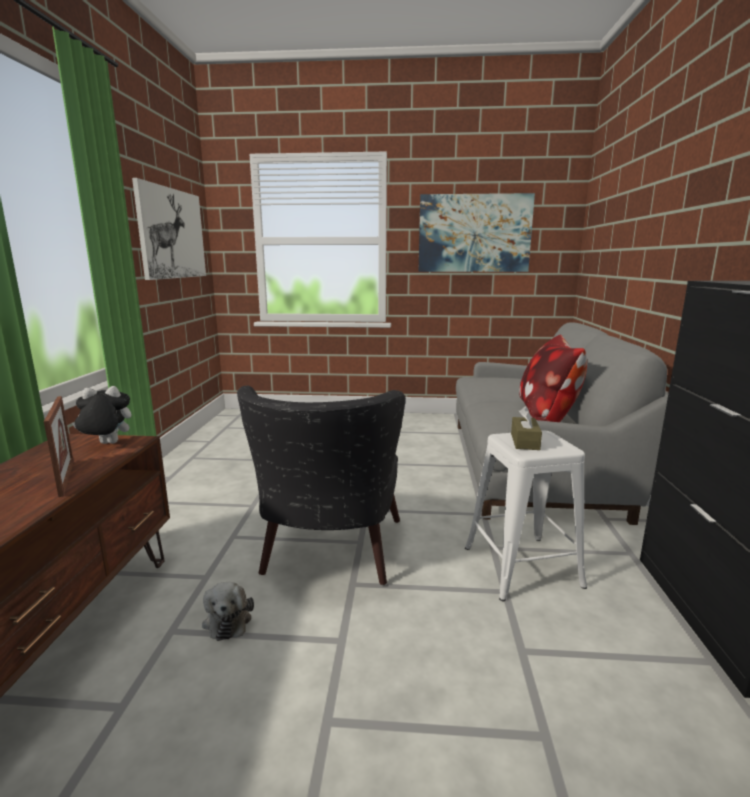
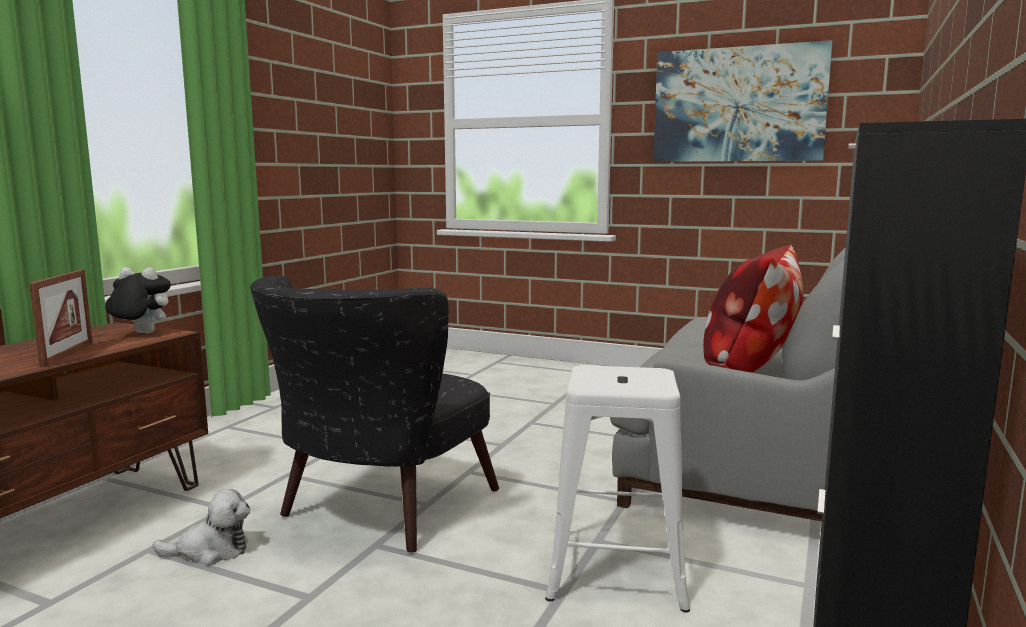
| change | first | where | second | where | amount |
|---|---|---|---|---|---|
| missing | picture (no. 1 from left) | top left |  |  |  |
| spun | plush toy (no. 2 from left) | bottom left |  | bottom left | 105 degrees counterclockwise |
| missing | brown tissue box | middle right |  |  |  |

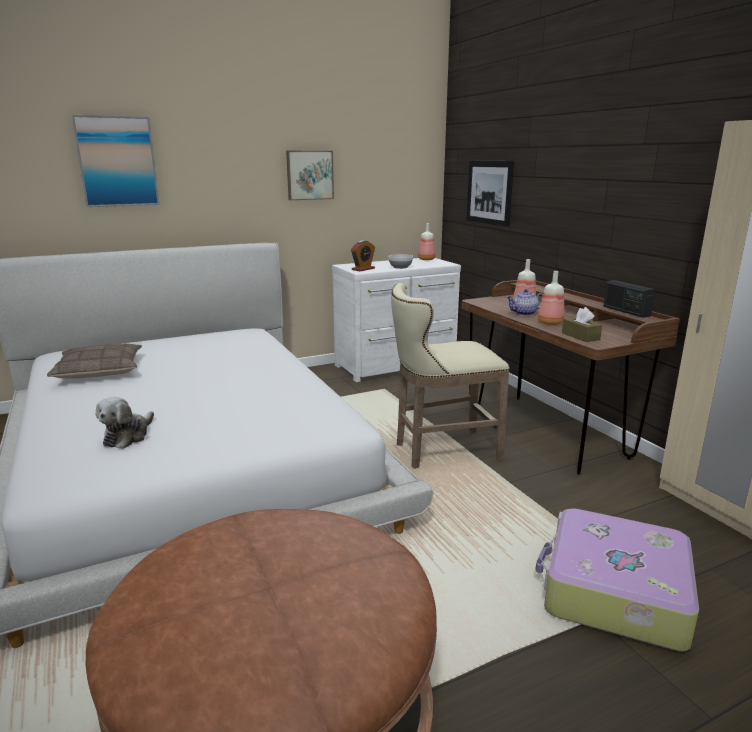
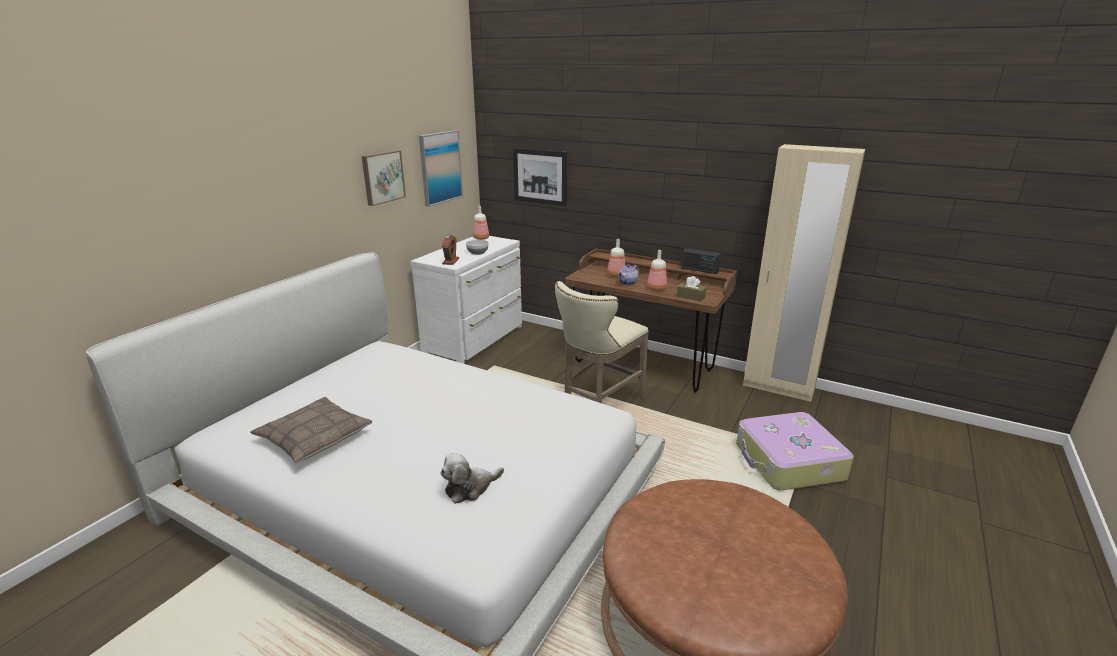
| change | first | where | second | where | amount |
|---|---|---|---|---|---|
| relocated | picture (no. 1 from left in the first image) | top left | picture (no. 2 from left) | top centre |  |
| spun | plush toy | middle left |  | bottom centre | 75 degrees clockwise |

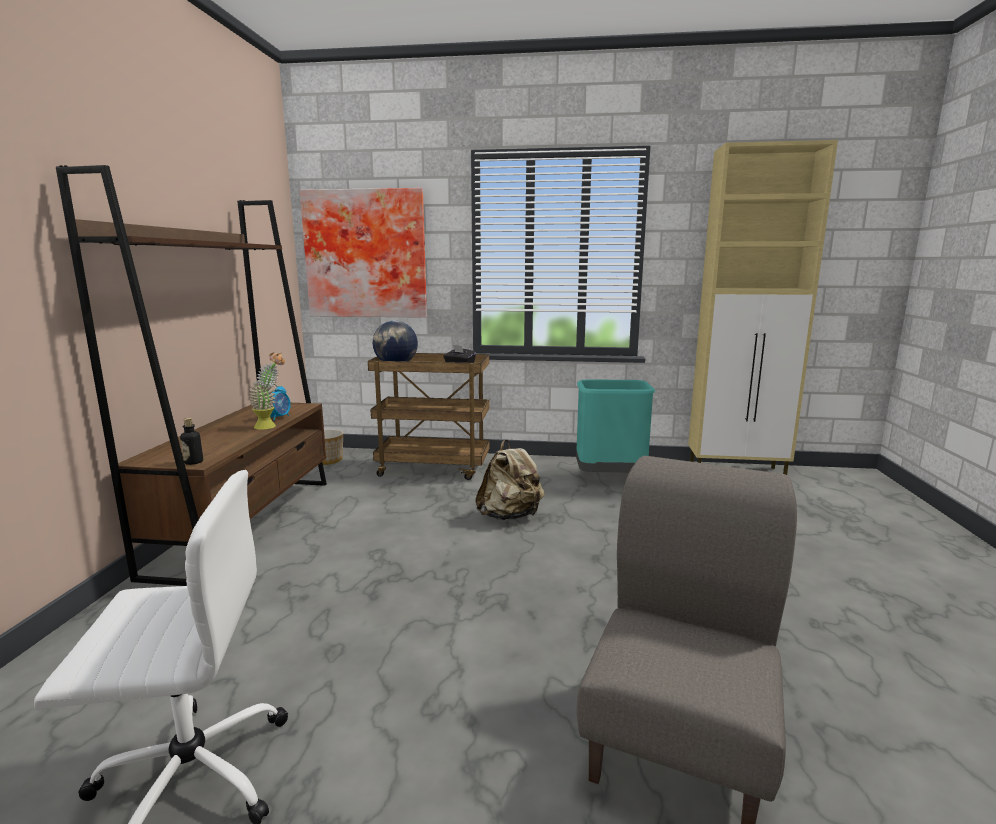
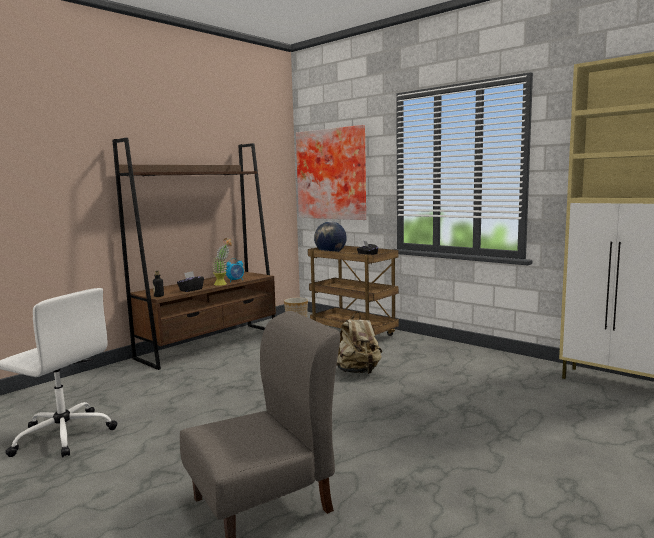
| change | first | where | second | where | amount |
|---|---|---|---|---|---|
| missing | turquoise trash can | centre |  |  |  |
| appeared |  |  | black tissue box (no. 1 from left) | middle left |  |

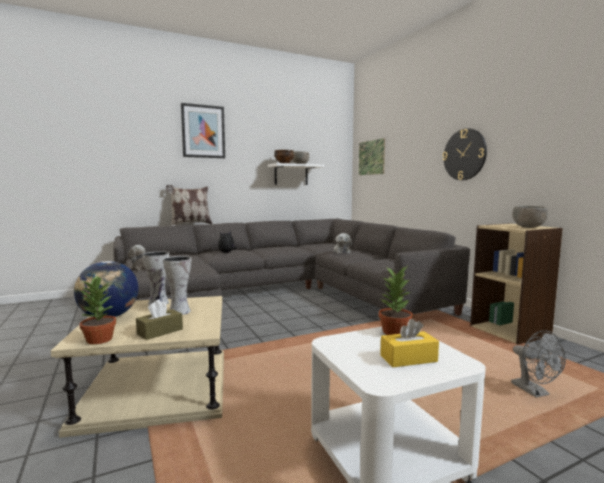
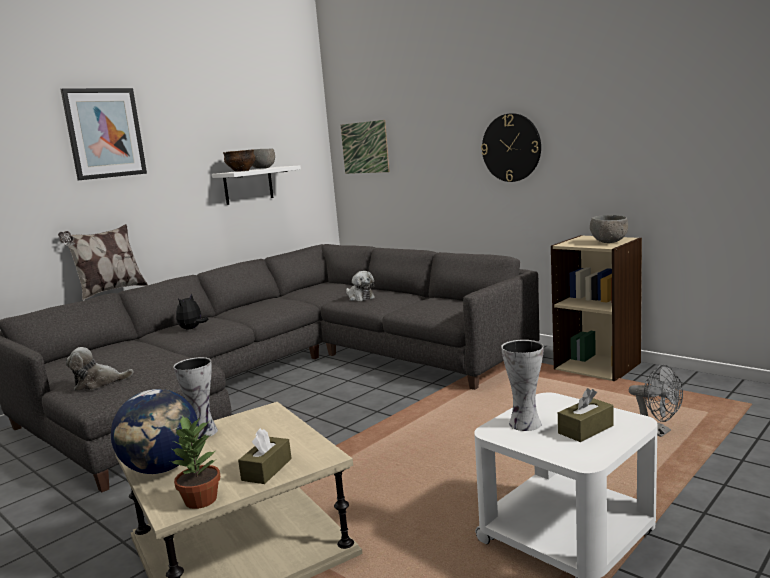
| change | first | where | second | where | amount |
|---|---|---|---|---|---|
| relocated | vase (no. 2 from left) | middle left |  | middle right |  |
| missing | potted plant (no. 2 from left) | centre |  |  |  |
| colour | yellow tissue box | bottom right | brown tissue box (no. 2 from left) | bottom right |  |

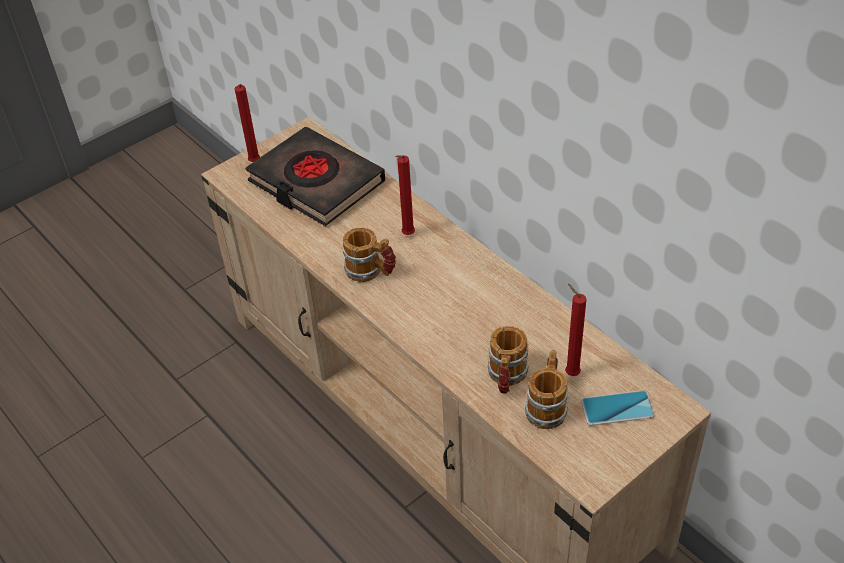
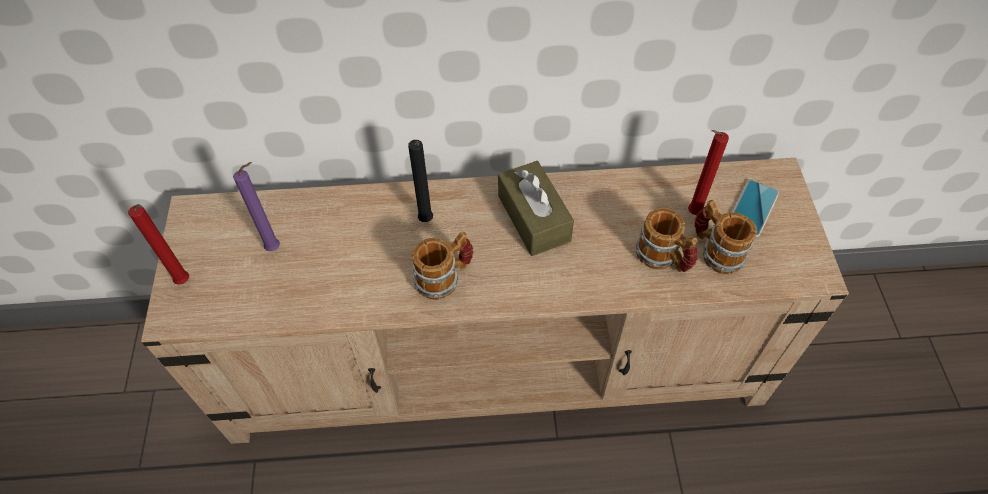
| change | first | where | second | where | amount |
|---|---|---|---|---|---|
| exchanged | black book | top centre | purple candle | middle left |  |
| colour | red candle (no. 2 from left) | centre | black candle | centre |  |
| appeared |  |  | brown tissue box | centre |  |

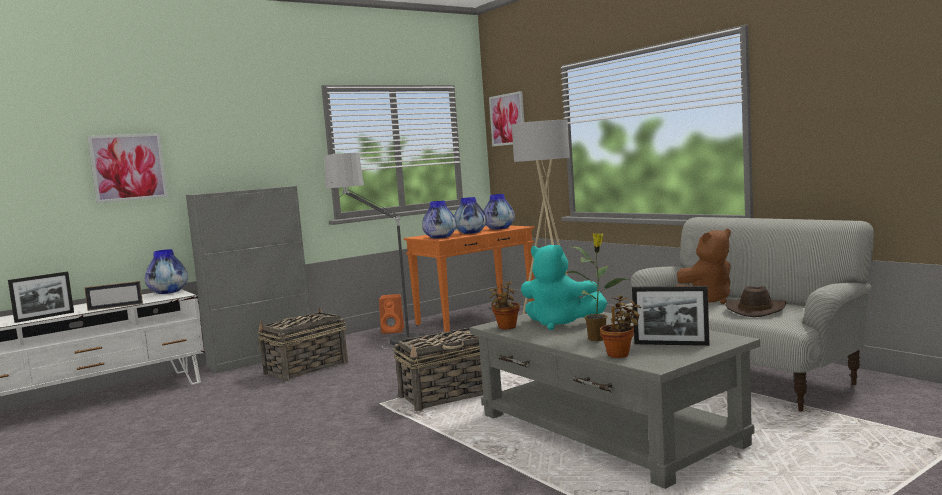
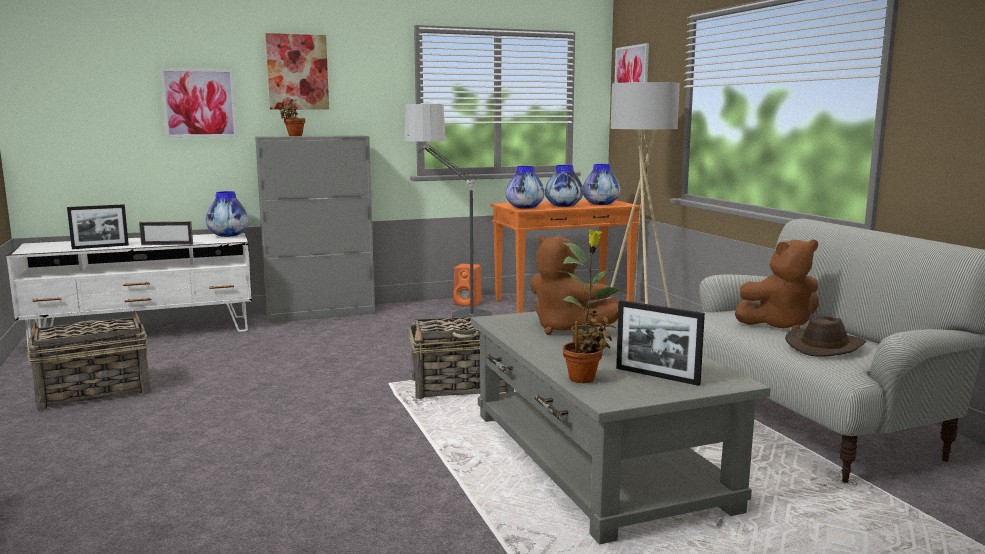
| change | first | where | second | where | amount |
|---|---|---|---|---|---|
| relocated | basket (no. 1 from left) | bottom left |  | middle left |  |
| relocated | potted plant (no. 1 from left) | centre |  | top left |  |
| colour | turquoise plush toy | centre | brown plush toy (no. 1 from left) | centre |  |
| appeared |  |  | picture (no. 2 from left) | top left |  |

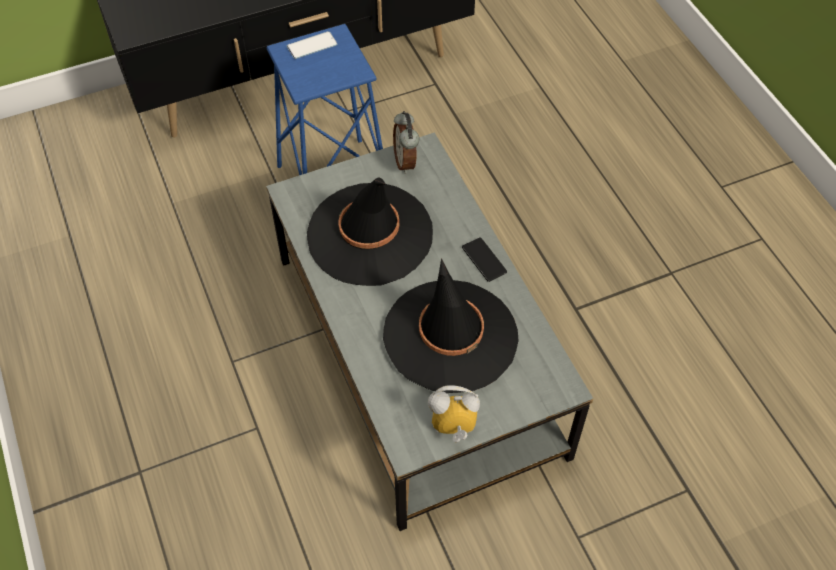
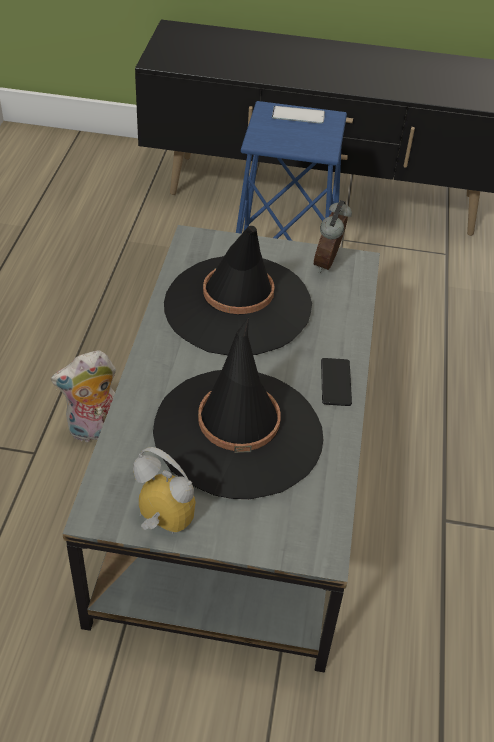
| change | first | where | second | where | amount |
|---|---|---|---|---|---|
| appeared |  |  | plush toy | middle left |  |

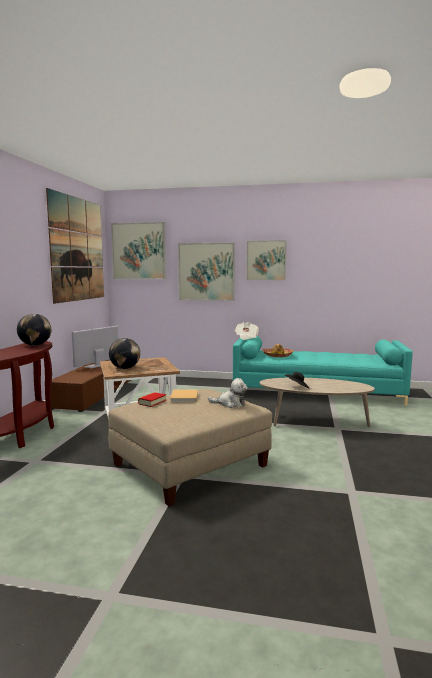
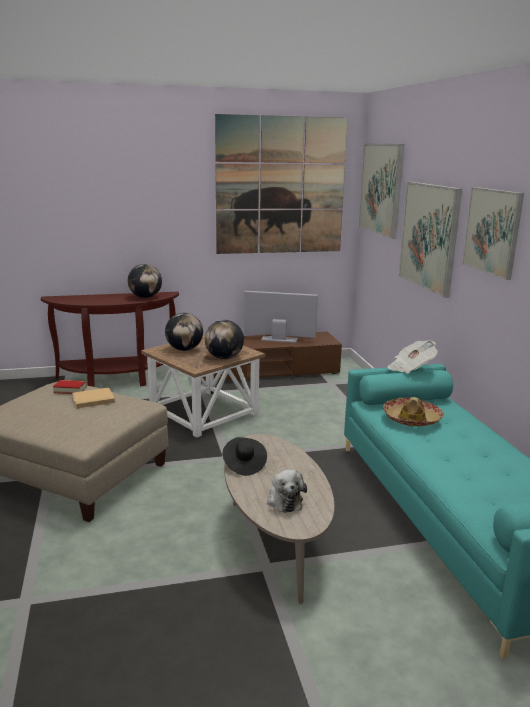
| change | first | where | second | where | amount |
|---|---|---|---|---|---|
| relocated | plush toy | centre |  | bottom centre |  |
| appeared |  |  | globe (no. 3 from left) | centre |  |

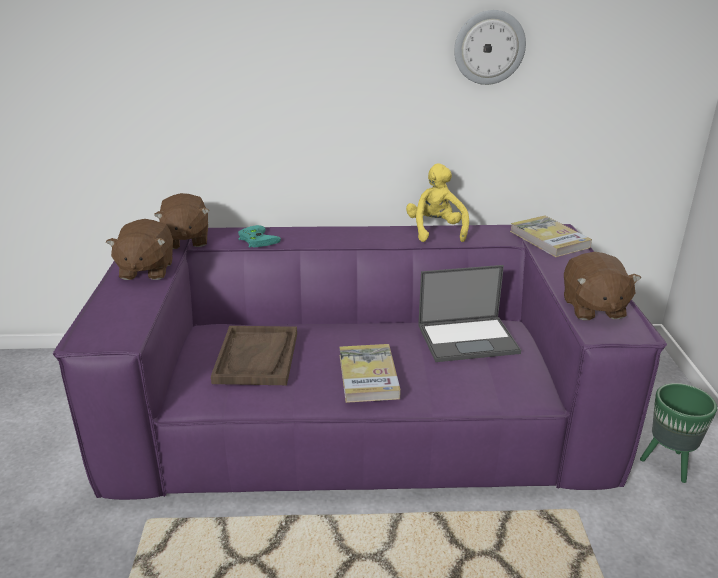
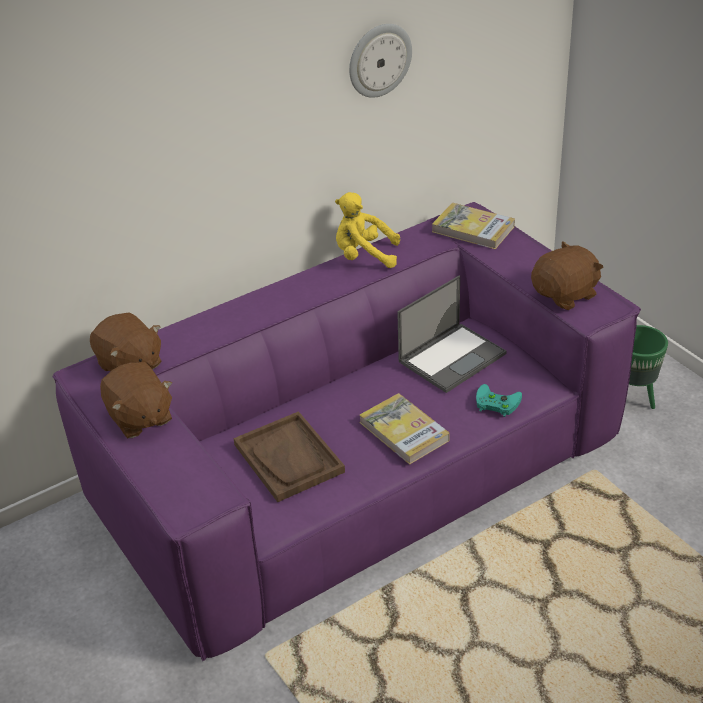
| change | first | where | second | where | amount |
|---|---|---|---|---|---|
| relocated | turquoise game controller | centre |  | middle right |  |
| spun | yellow plush toy | centre |  | top centre | 45 degrees counterclockwise |
| spun | brown plush toy (no. 3 from left) | middle right |  | middle right | 90 degrees counterclockwise |

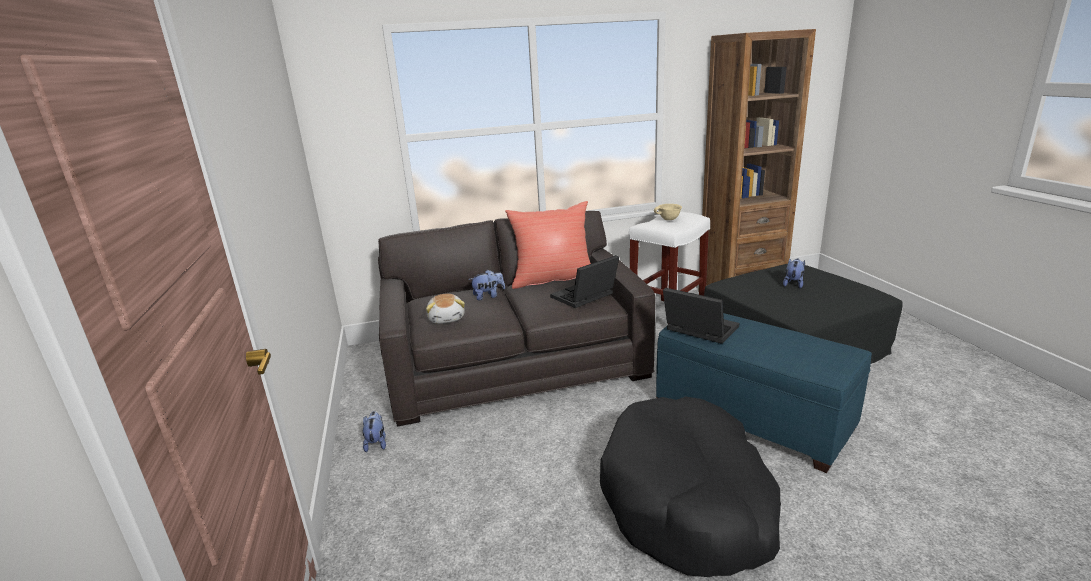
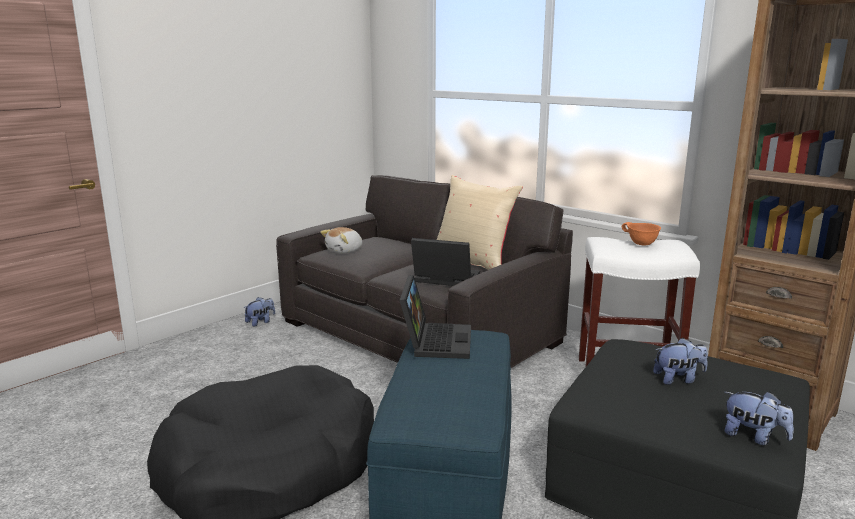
| change | first | where | second | where | amount |
|---|---|---|---|---|---|
| relocated | plush toy (no. 3 from left in the first image) | centre | plush toy (no. 4 from left) | bottom right |  |
| colour | red pillow | centre | beige pillow | centre |  |
| colour | beige bowl | centre | orange bowl | middle right |  |

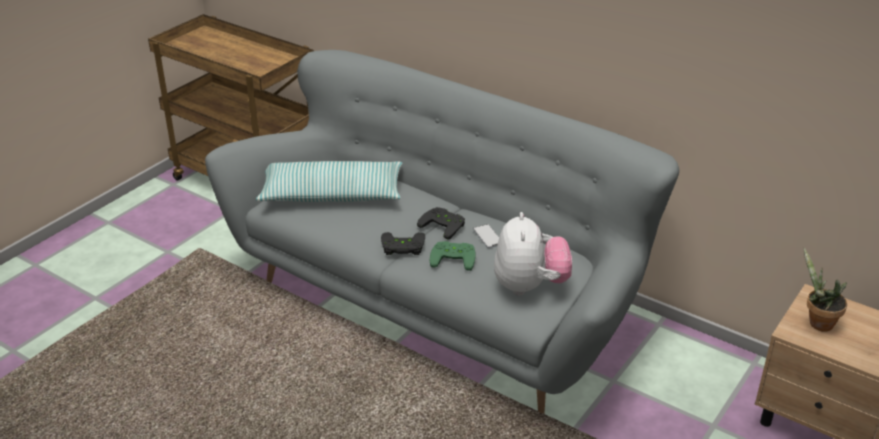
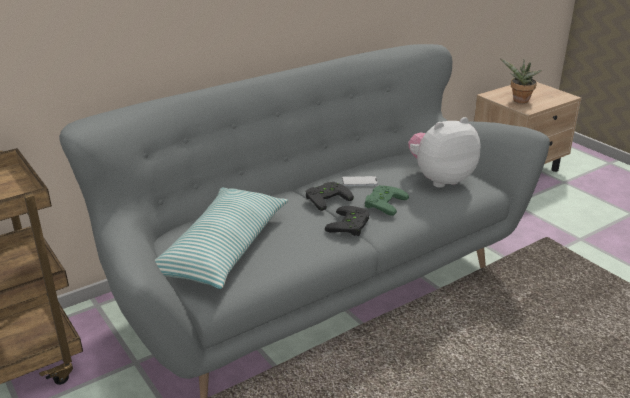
| change | first | where | second | where | amount |
|---|---|---|---|---|---|
| spun | plush toy | centre |  | middle right | 45 degrees counterclockwise |

